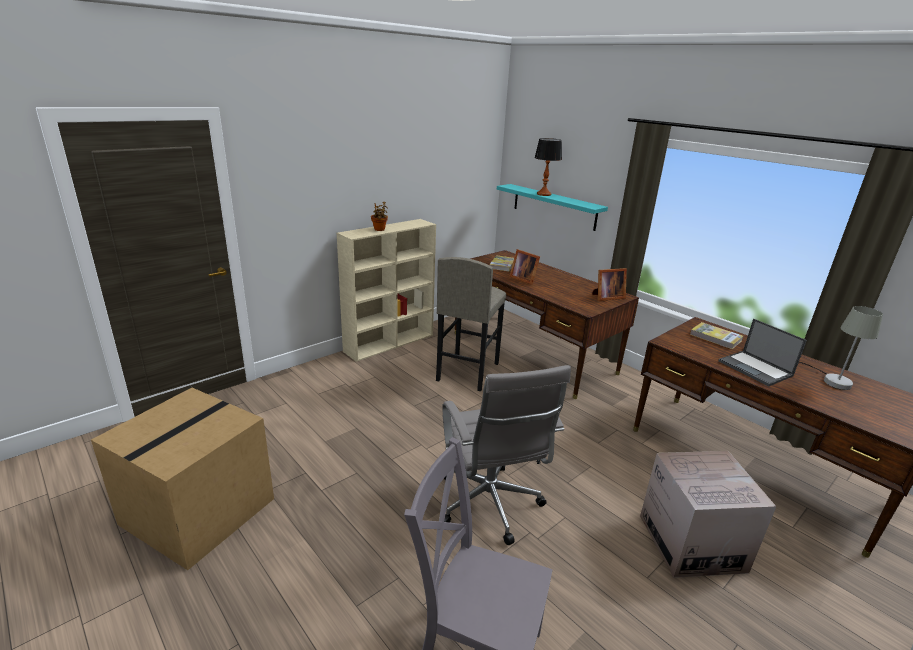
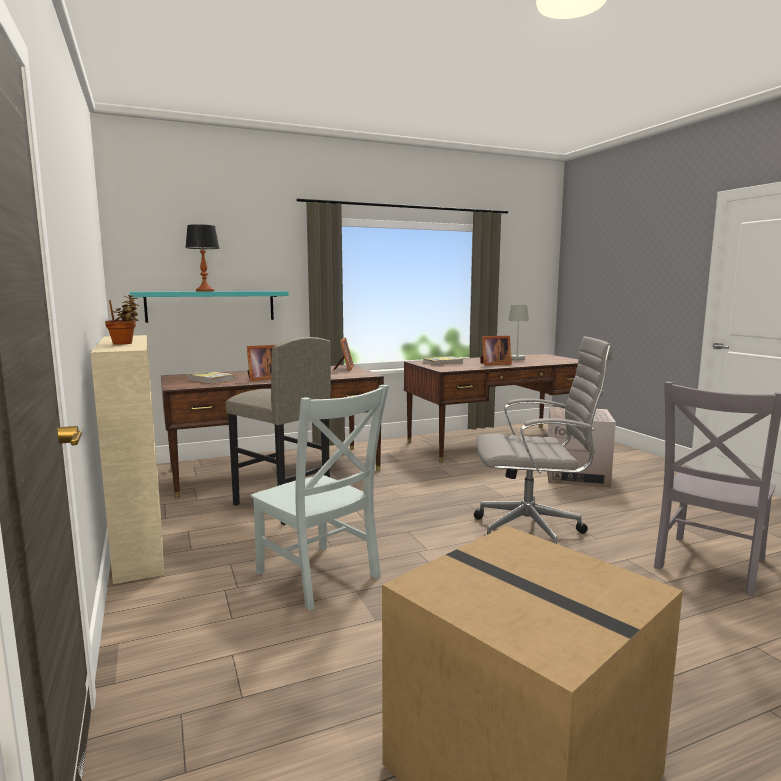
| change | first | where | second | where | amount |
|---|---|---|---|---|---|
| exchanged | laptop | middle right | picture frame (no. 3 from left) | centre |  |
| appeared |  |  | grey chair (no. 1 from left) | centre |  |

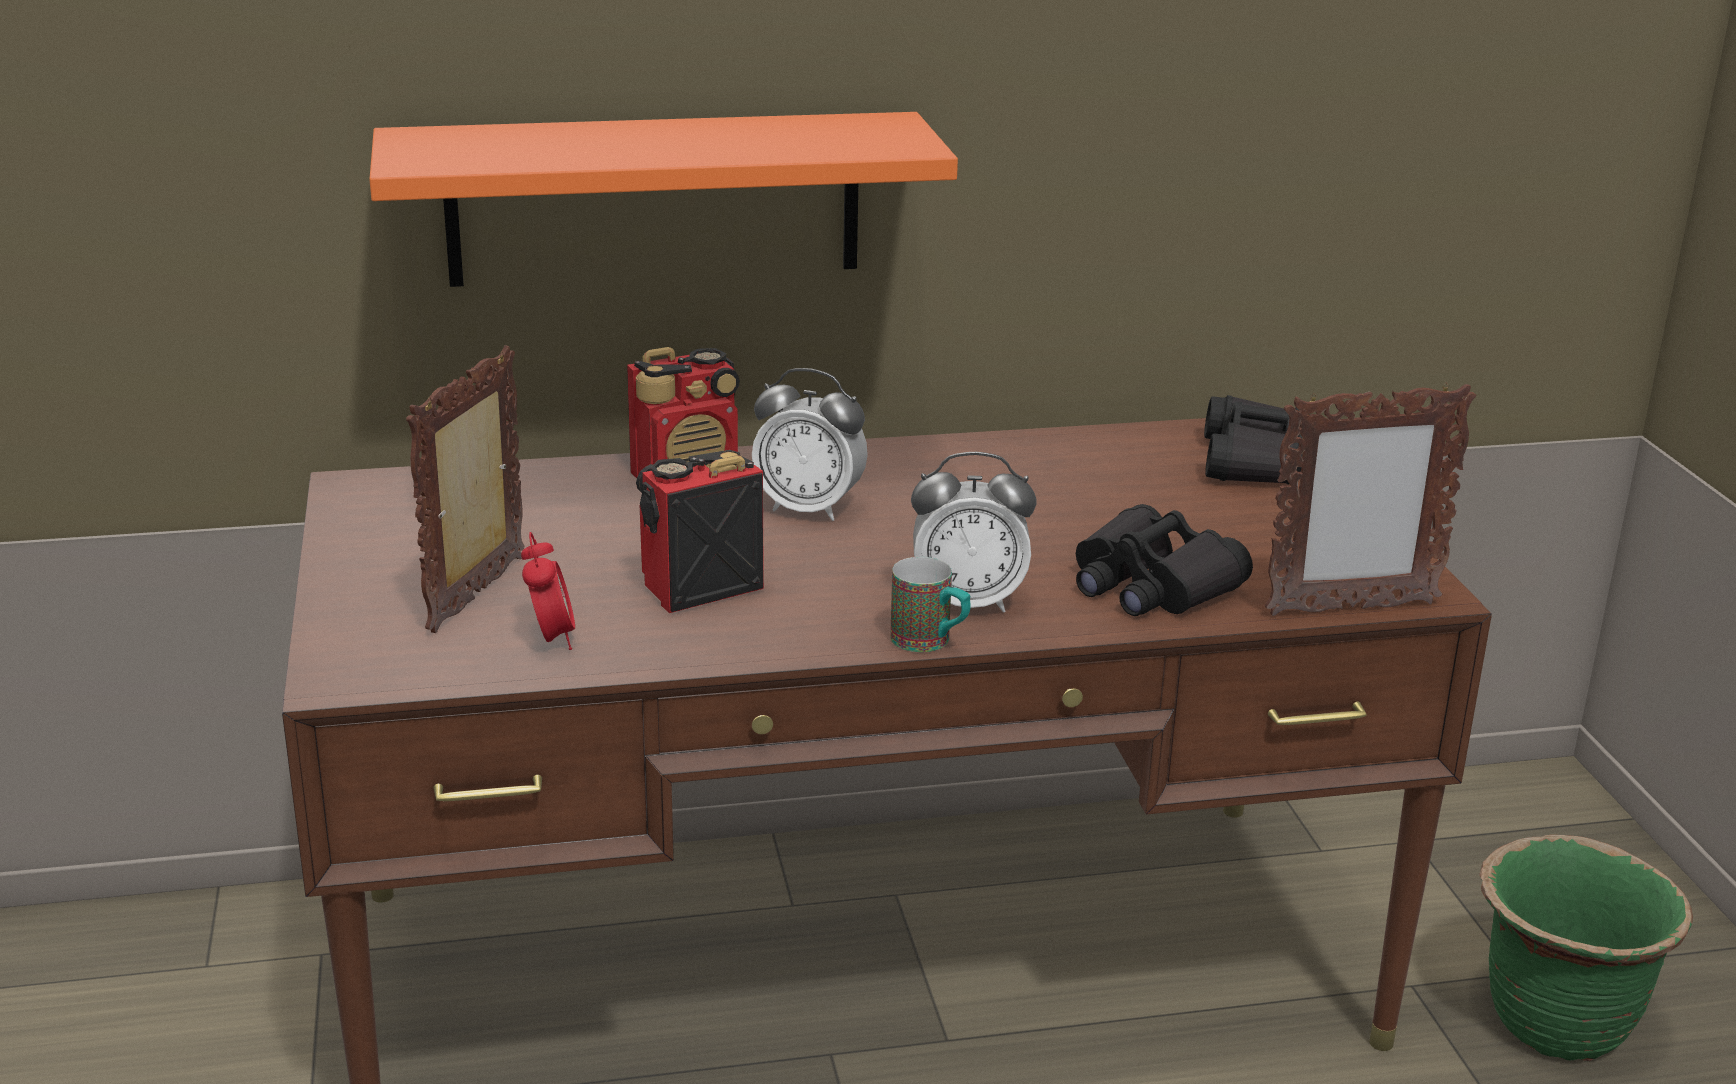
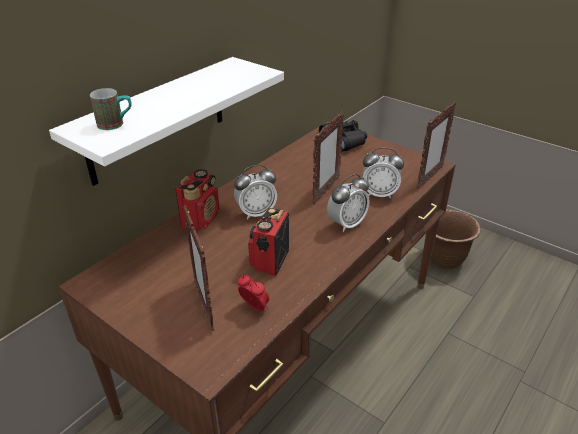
| change | first | where | second | where | amount |
|---|---|---|---|---|---|
| colour | orange shelf | top centre | white shelf | top left |  |
| relocated | mug | centre |  | top left |  |
| exchanged | black binoculars (no. 1 from left) | middle right | alarm clock (no. 4 from left) | centre |  |
| colour | green planter | bottom right | brown planter | middle right |  |
| appeared |  |  | picture frame (no. 2 from left) | centre |  |

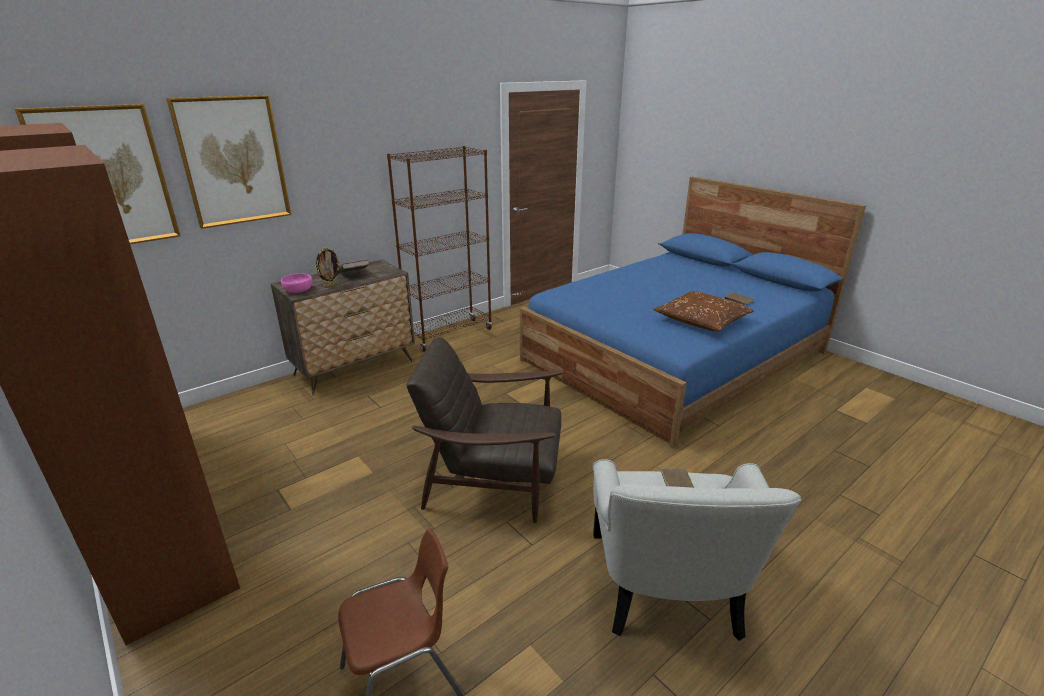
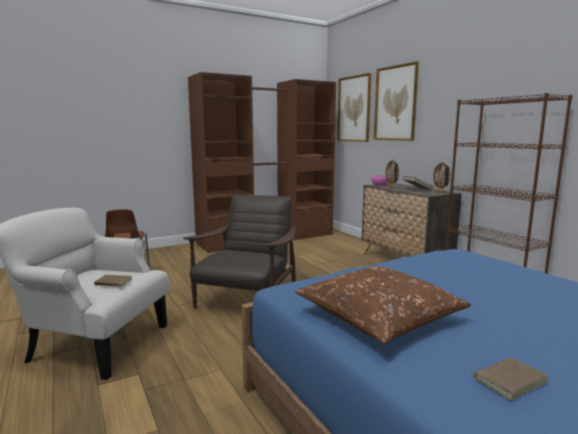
| change | first | where | second | where | amount |
|---|---|---|---|---|---|
| appeared |  |  | picture frame (no. 2 from left) | middle right |  |

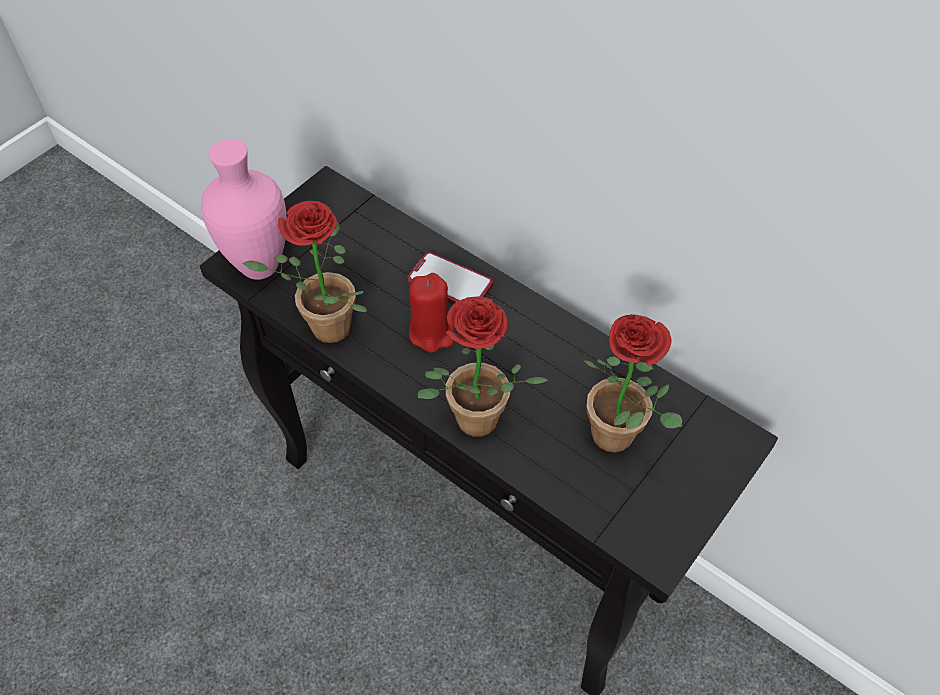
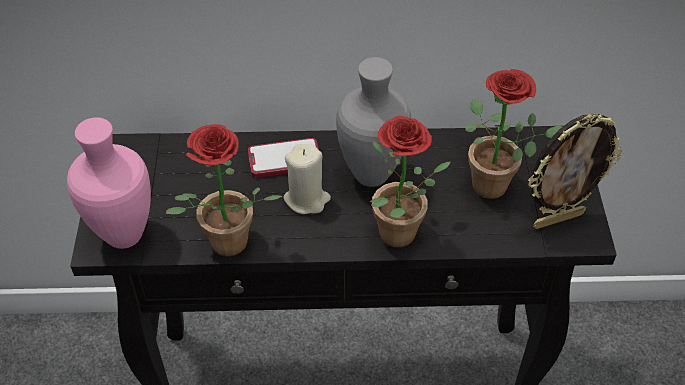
| change | first | where | second | where | amount |
|---|---|---|---|---|---|
| colour | red candle | centre | beige candle | centre |  |
| appeared |  |  | grey vase | top centre |  |
| appeared |  |  | picture frame | middle right |  |

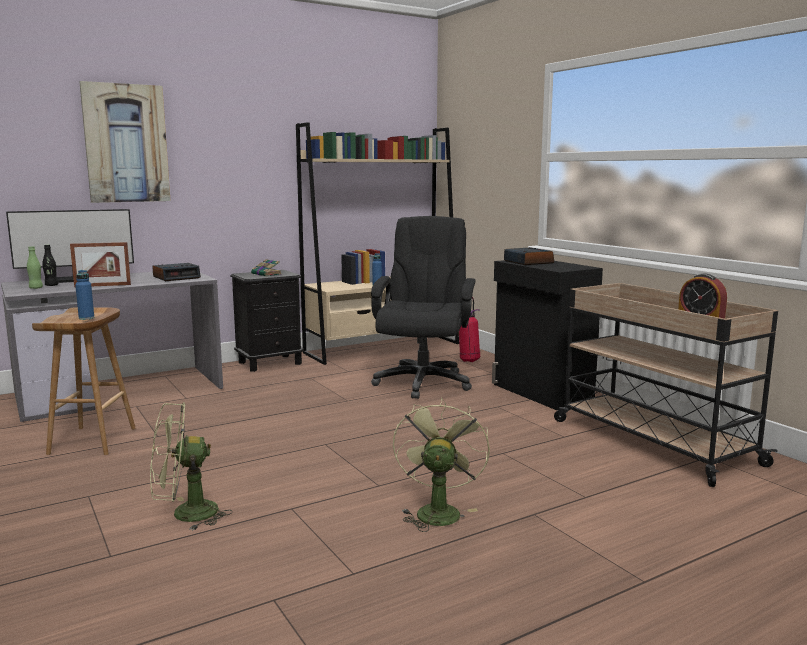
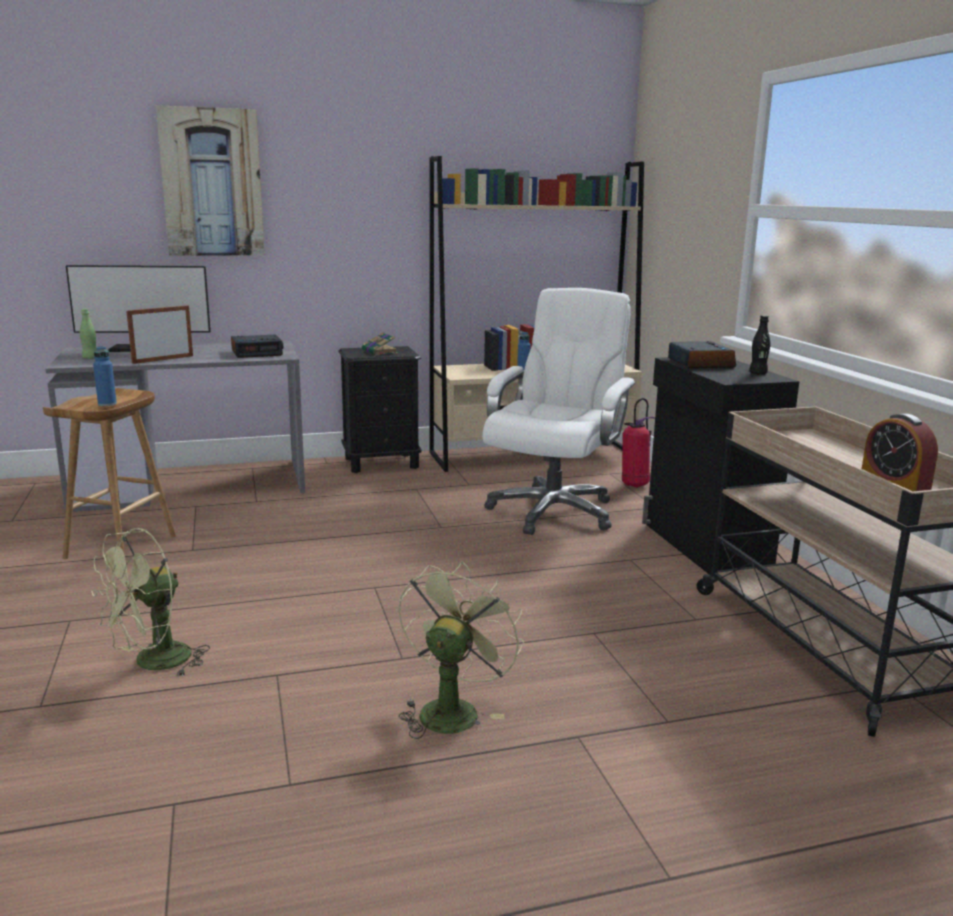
| change | first | where | second | where | amount |
|---|---|---|---|---|---|
| relocated | black bottle | middle left |  | middle right |  |
| spun | picture frame | middle left |  | middle left | 135 degrees clockwise |
| spun | green fan (no. 1 from left) | bottom left |  | middle left | 45 degrees counterclockwise |
| colour | black office chair | centre | white office chair | centre |  |

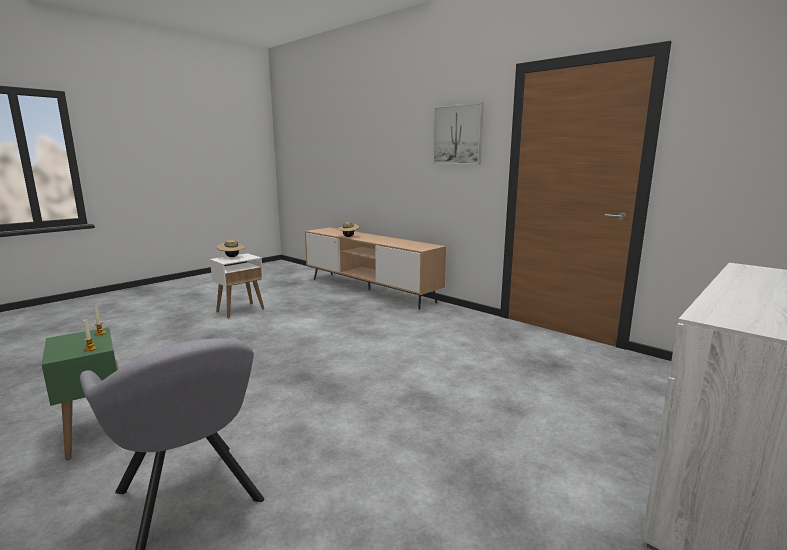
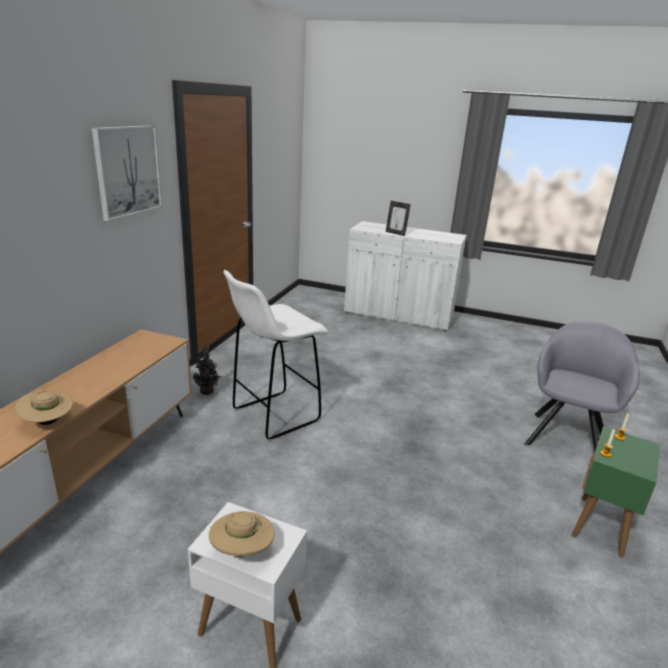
| change | first | where | second | where | amount |
|---|---|---|---|---|---|
| appeared |  |  | potted plant | middle left |  |
| appeared |  |  | white stool | centre |  |
| appeared |  |  | picture frame | top centre |  |

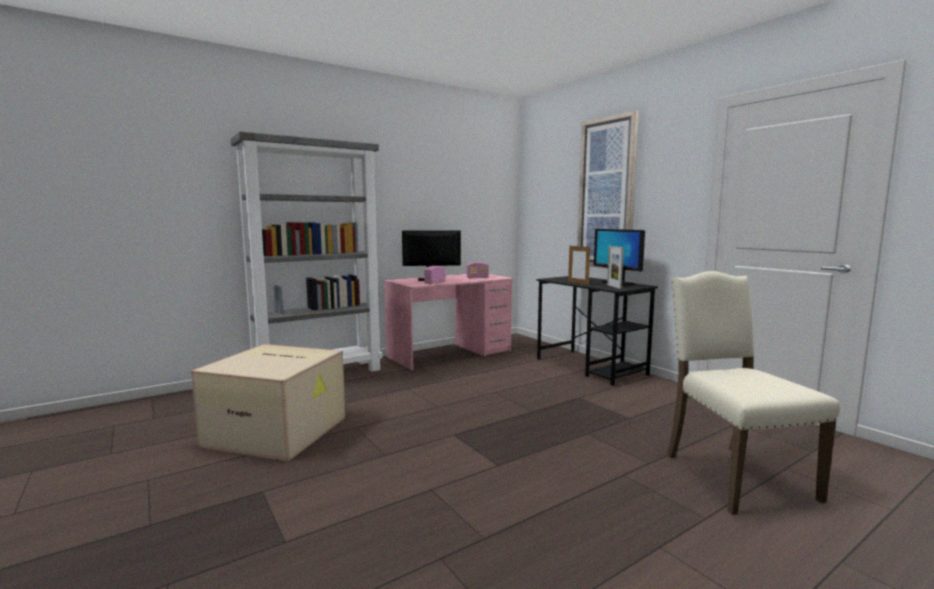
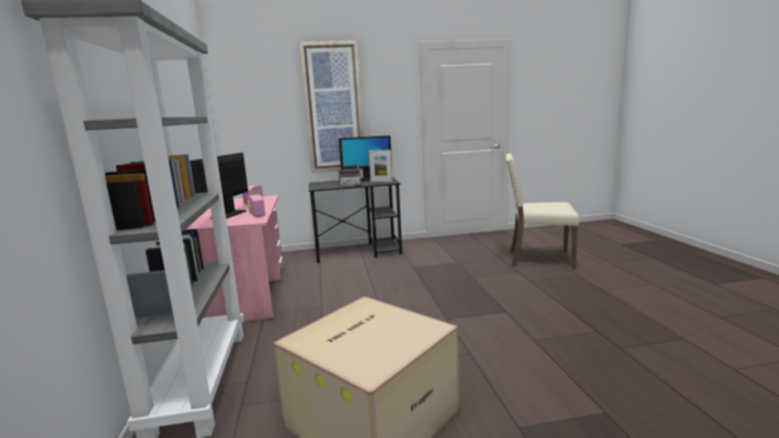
| change | first | where | second | where | amount |
|---|---|---|---|---|---|
| exchanged | picture frame (no. 1 from left) | centre | radio (no. 3 from left) | centre |  |

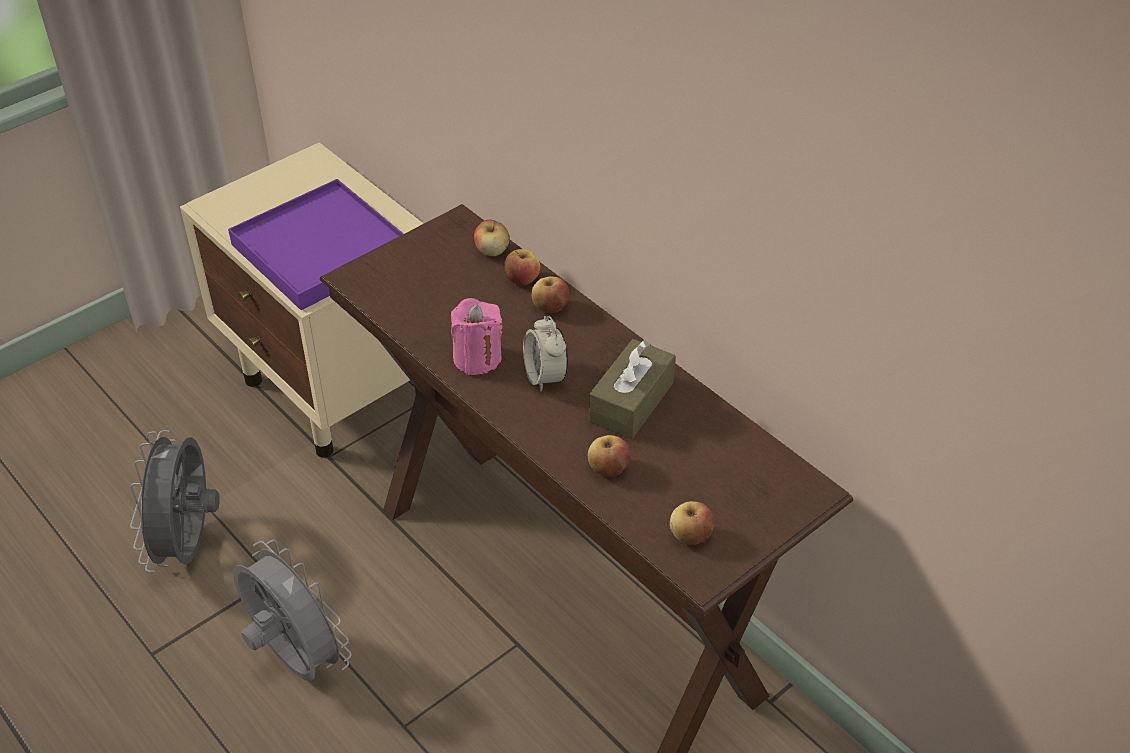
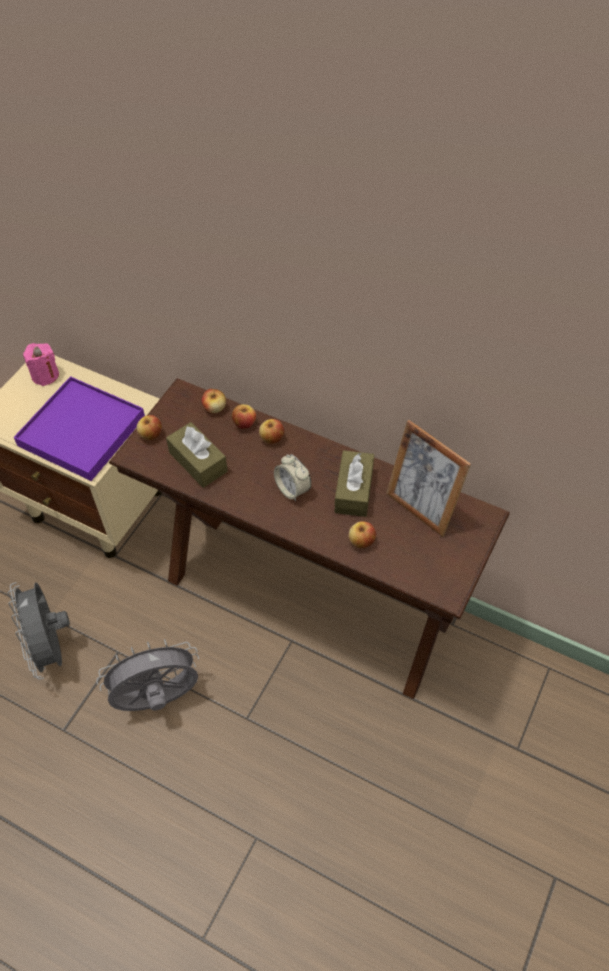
| change | first | where | second | where | amount |
|---|---|---|---|---|---|
| spun | grey fan (no. 2 from left) | bottom left |  | bottom left | 45 degrees counterclockwise |
| relocated | pink candle | centre |  | middle left |  |
| relocated | apple (no. 5 from left in the first image) | bottom centre | apple (no. 1 from left) | middle left |  |
| appeared |  |  | brown tissue box (no. 1 from left) | middle left |  |
| appeared |  |  | picture frame | middle right |  |

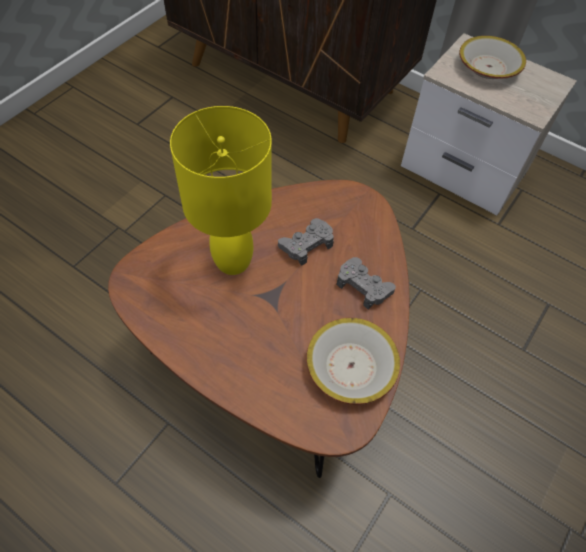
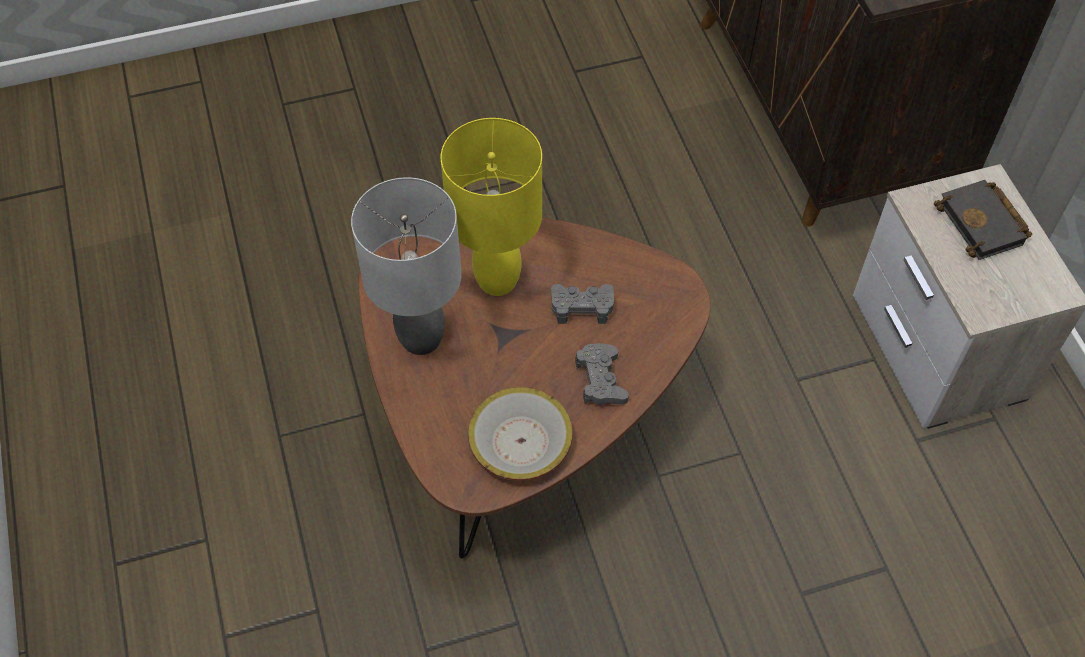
| change | first | where | second | where | amount |
|---|---|---|---|---|---|
| exchanged | bowl (no. 2 from left) | top right | black book | middle right |  |
| appeared |  |  | grey table lamp | centre |  |

